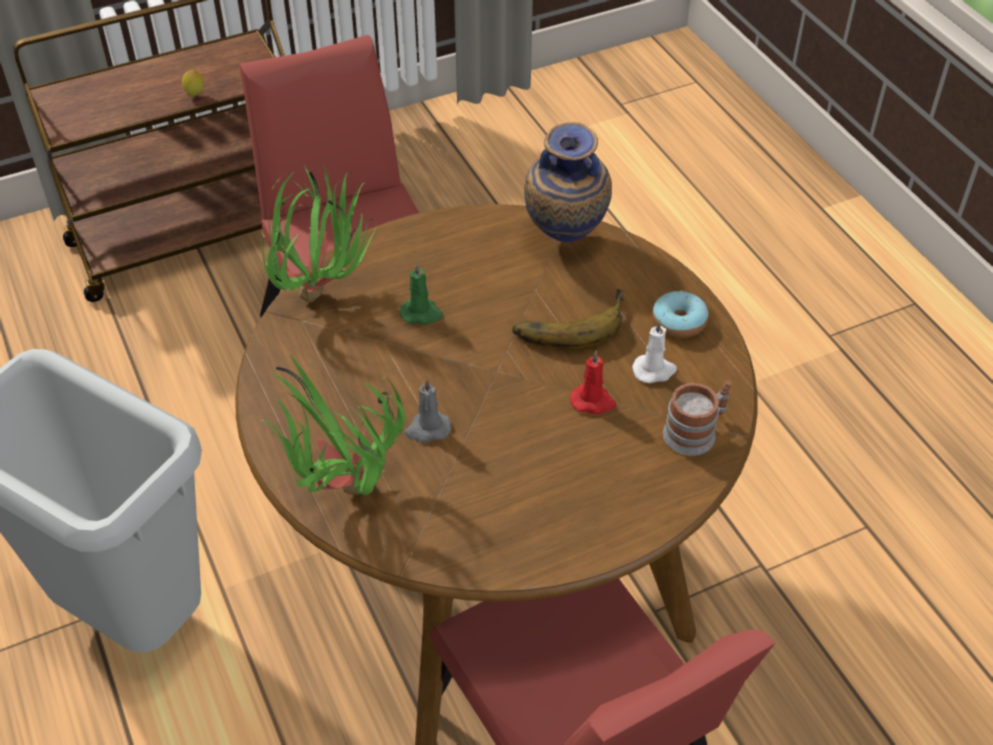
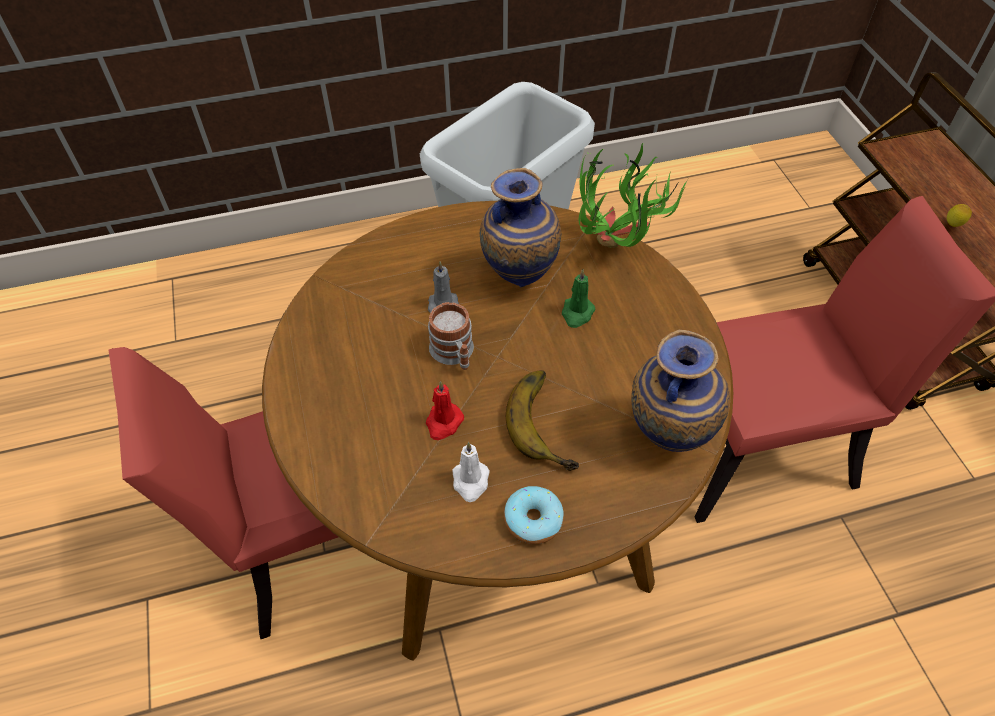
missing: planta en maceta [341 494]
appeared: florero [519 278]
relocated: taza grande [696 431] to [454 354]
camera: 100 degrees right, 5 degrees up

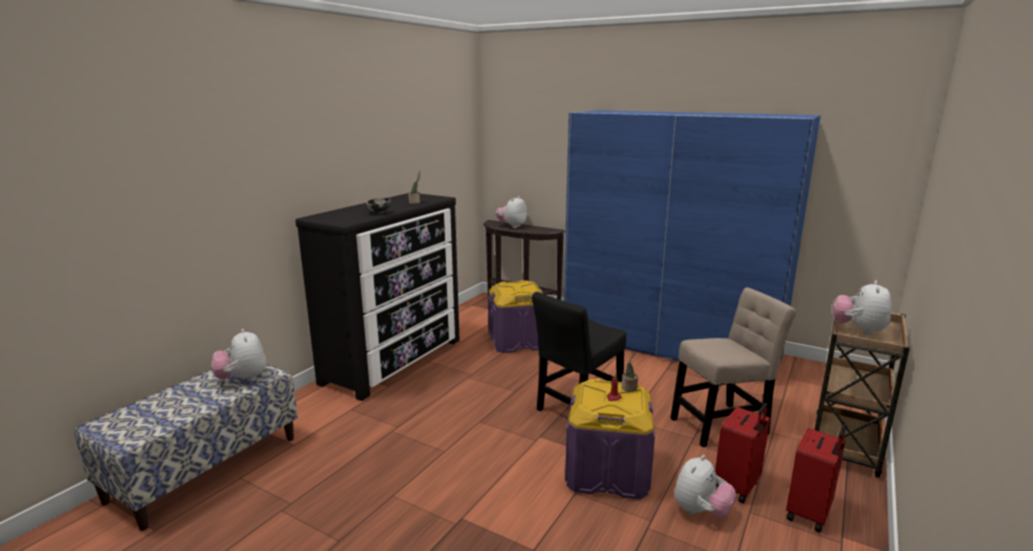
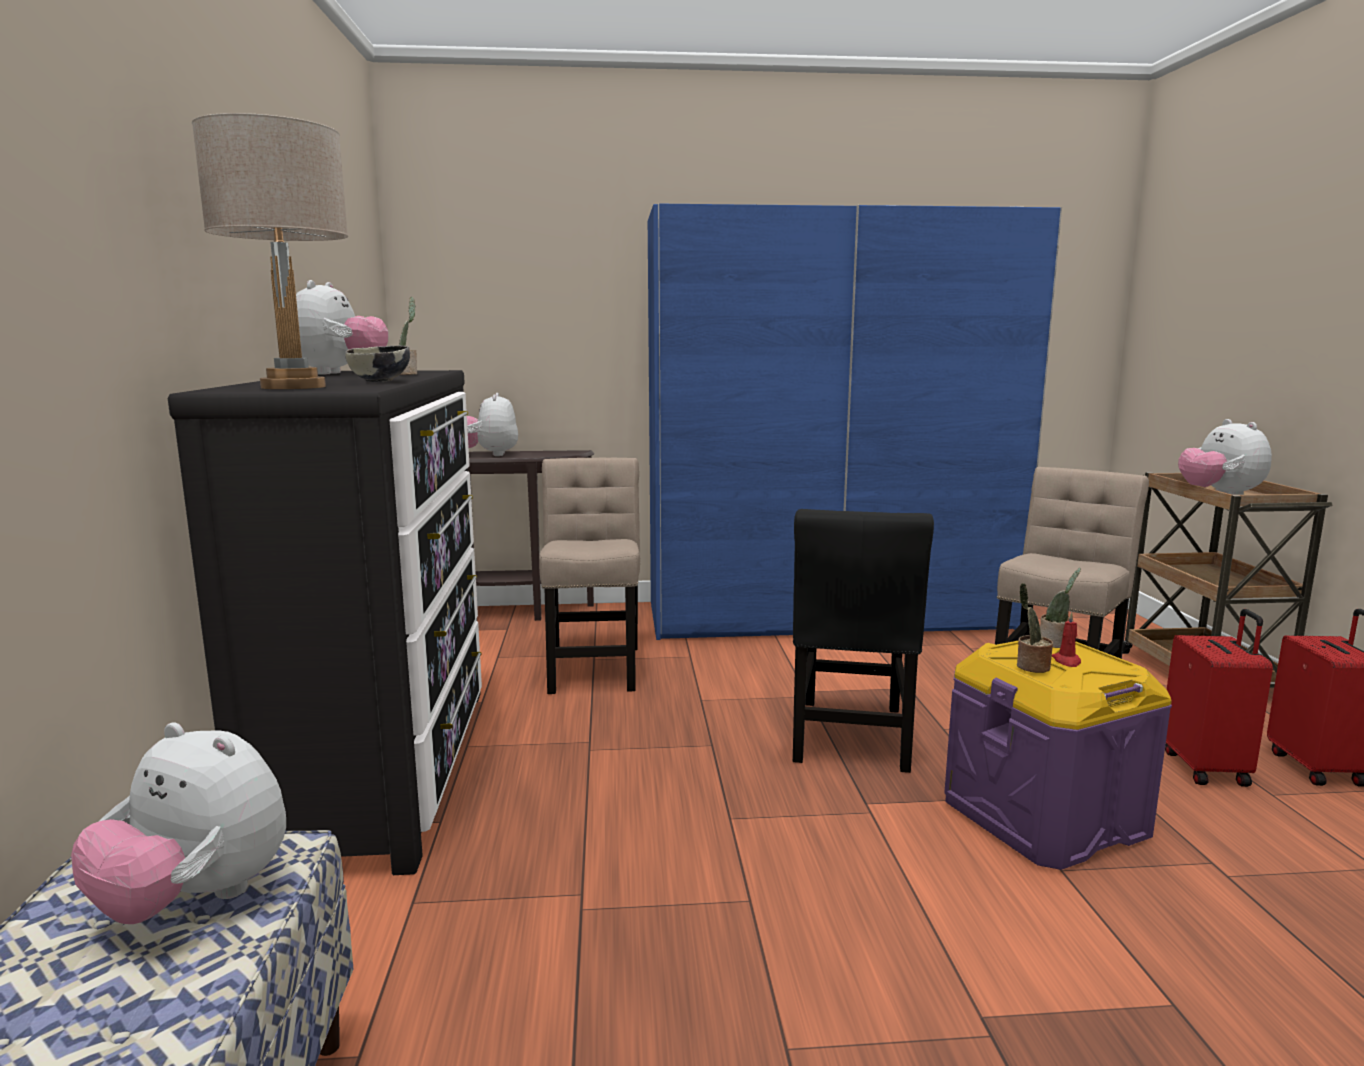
appeared: lámpara de mesa [beis] [293 387]; planta en maceta [1030 666]
relocated: peluche [700 511] to [340 373]
exchanged: caja de almacenaje [morado] [518 341] to silla [beis] [593 666]
camera: 35 degrees left, 5 degrees down

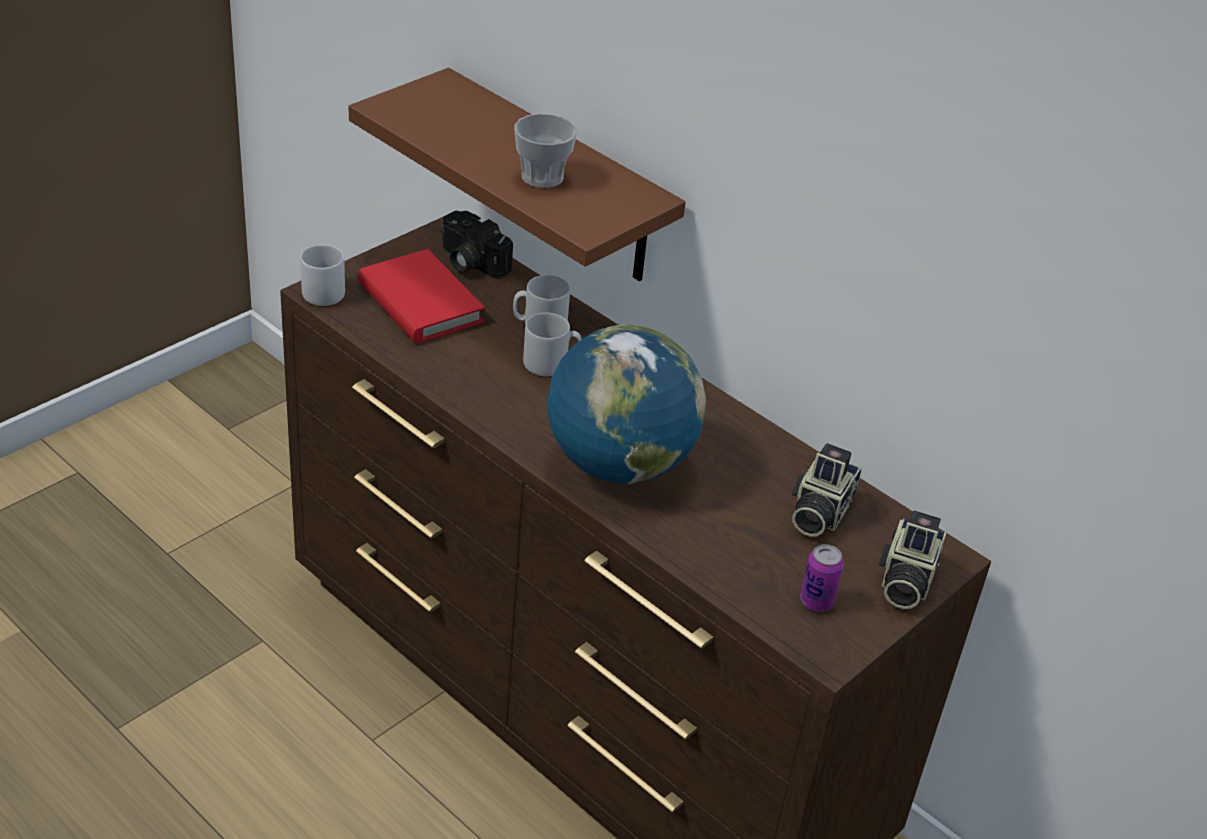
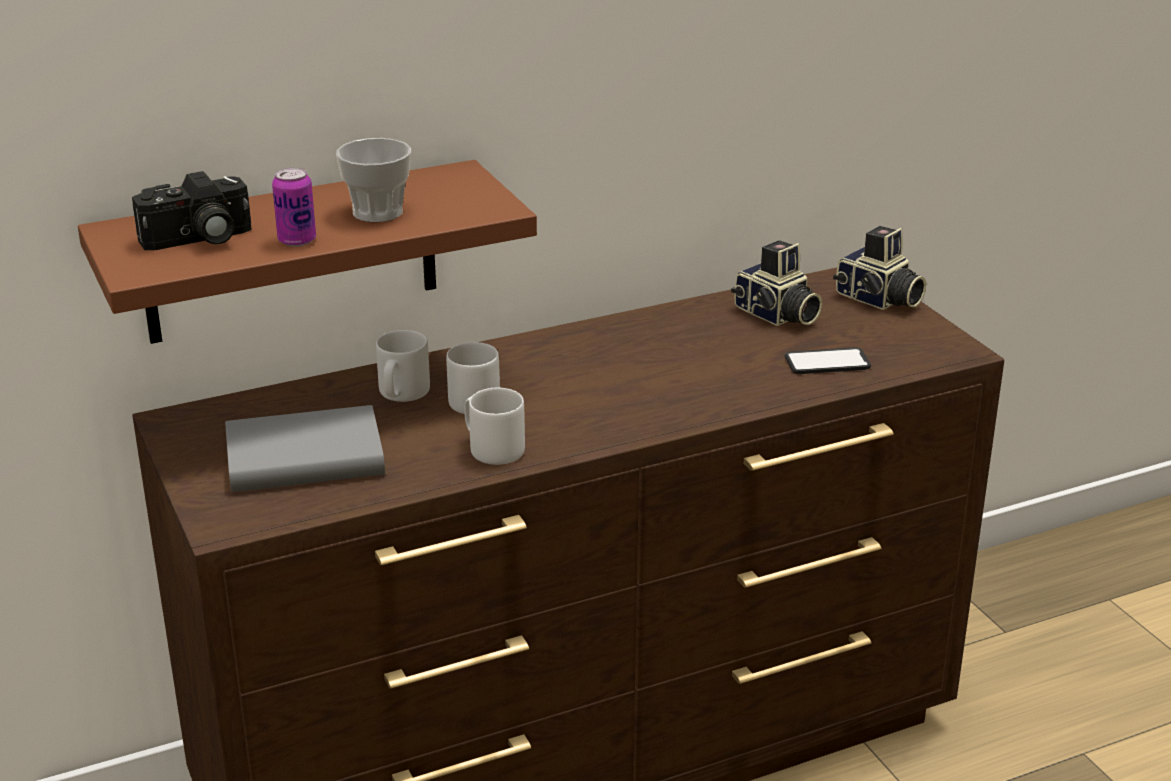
missing: globo terráqueo [619 464]
appeared: móvil [827 362]
relocated: taza grande [gris] [326 291] to [492 449]; cámara [469 262] to [198 240]; lata [816 601] to [297 240]
colour: libro [rojo] [420 303] to libro [gris] [305 459]
camera: 65 degrees left, 10 degrees down

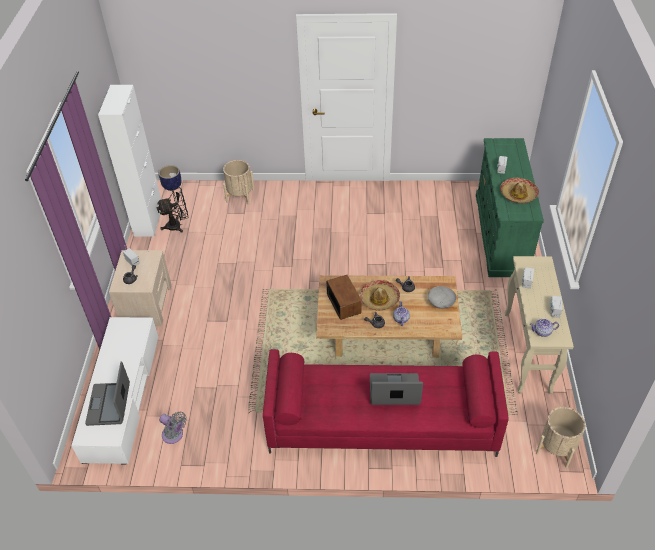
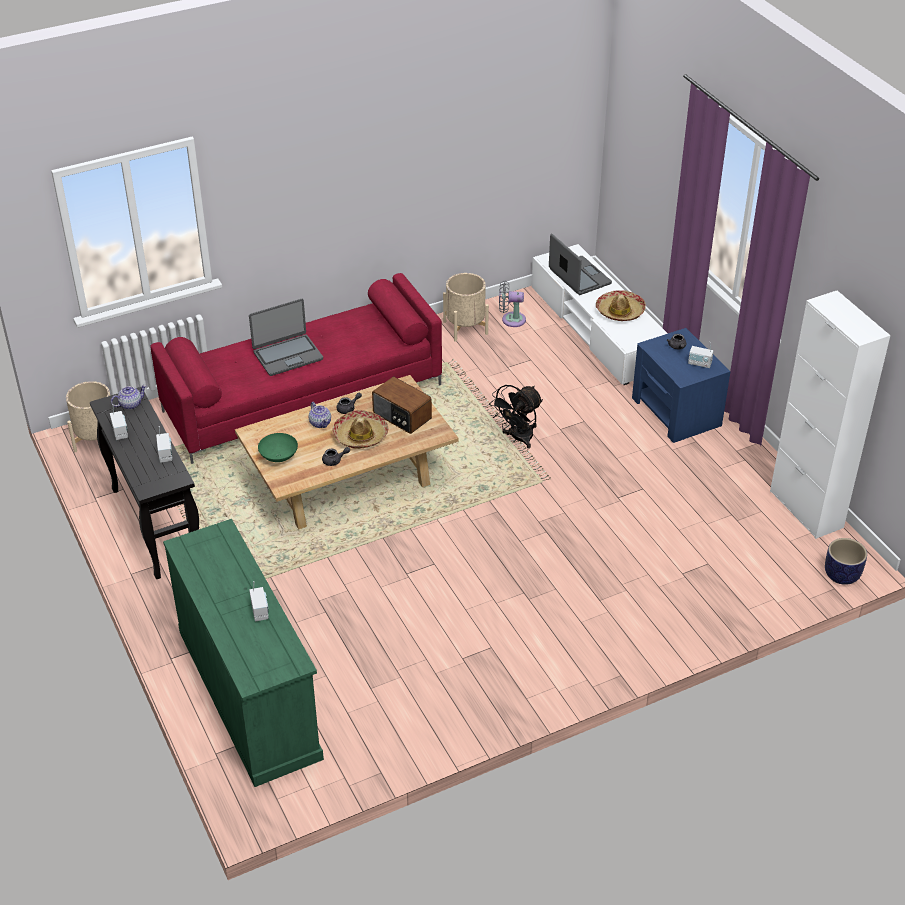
relocated: ventilador [negro] [177 225] to [518 438]; maceta [beis] [240 196] to [465 327]; sombrero [518 194] to [620 311]
colour: mesita de noche [beis] [146 304] to mesita de noche [azul] [676 412]; cuenco [gris] [441 303] to cuenco [verde] [279 457]; mesa consola [beis] [527 352] to mesa consola [negro] [155 525]
camera: 150 degrees right, 5 degrees down

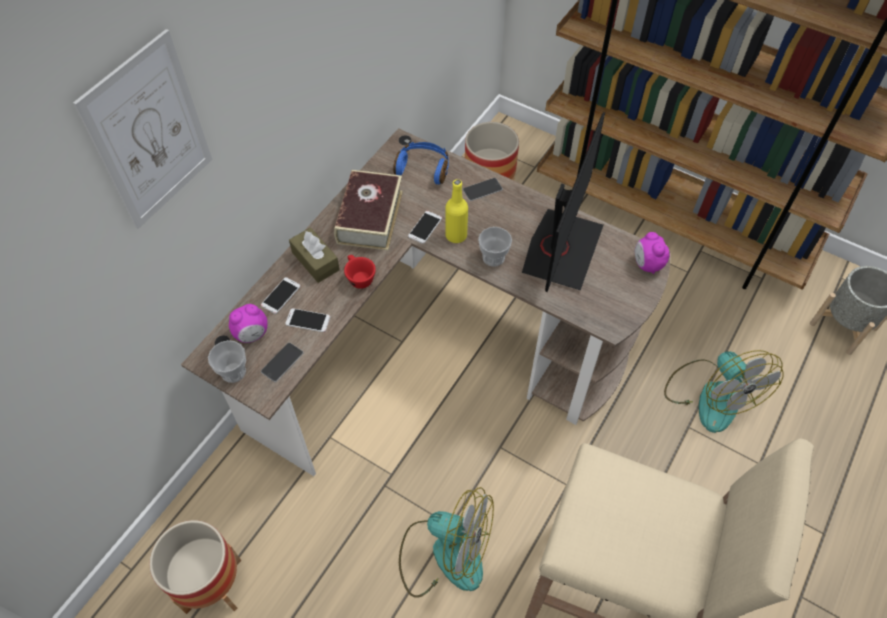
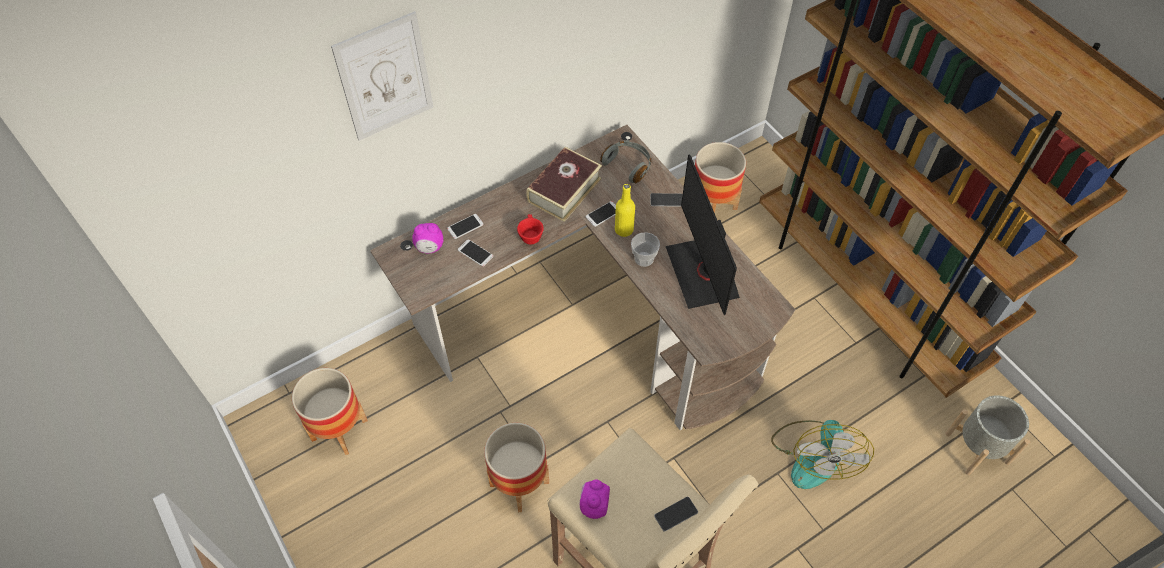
missing: taza [233 372]; caja de pañuelos [marrón] [315 261]
relocated: móvil [282 362] to [676 514]; despertador [647 264] to [594 506]
exchanged: ventilador [444 553] to maceta [520 483]
colour: auriculares [azul] [423 168] to auriculares [gris] [628 165]
spun: monitor [561 249] = [703 273] 120 degrees clockwise
camera: 25 degrees right, 0 degrees up

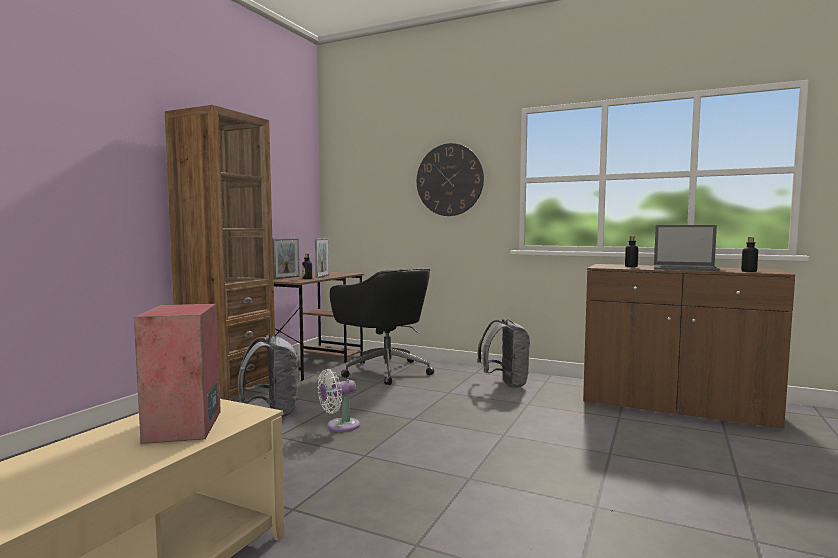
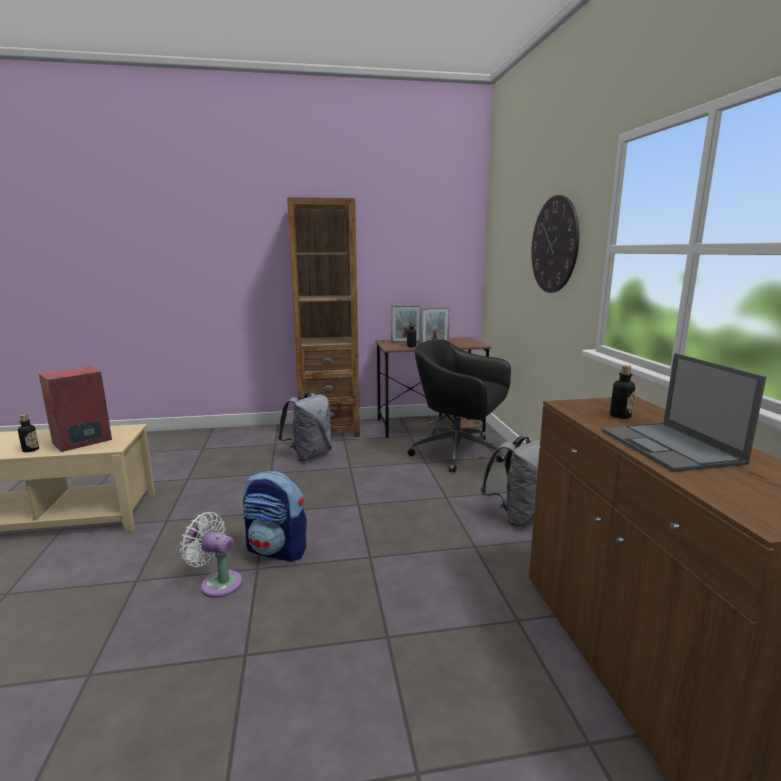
appeared: mochila [277 550]
relocated: ventilador [blanco] [339 426] to [218 583]; botella [749 271] to [30 450]
spun: silla de oficina [negro] [385 371] = [459 453] 105 degrees clockwise
camera: 55 degrees right, 10 degrees up

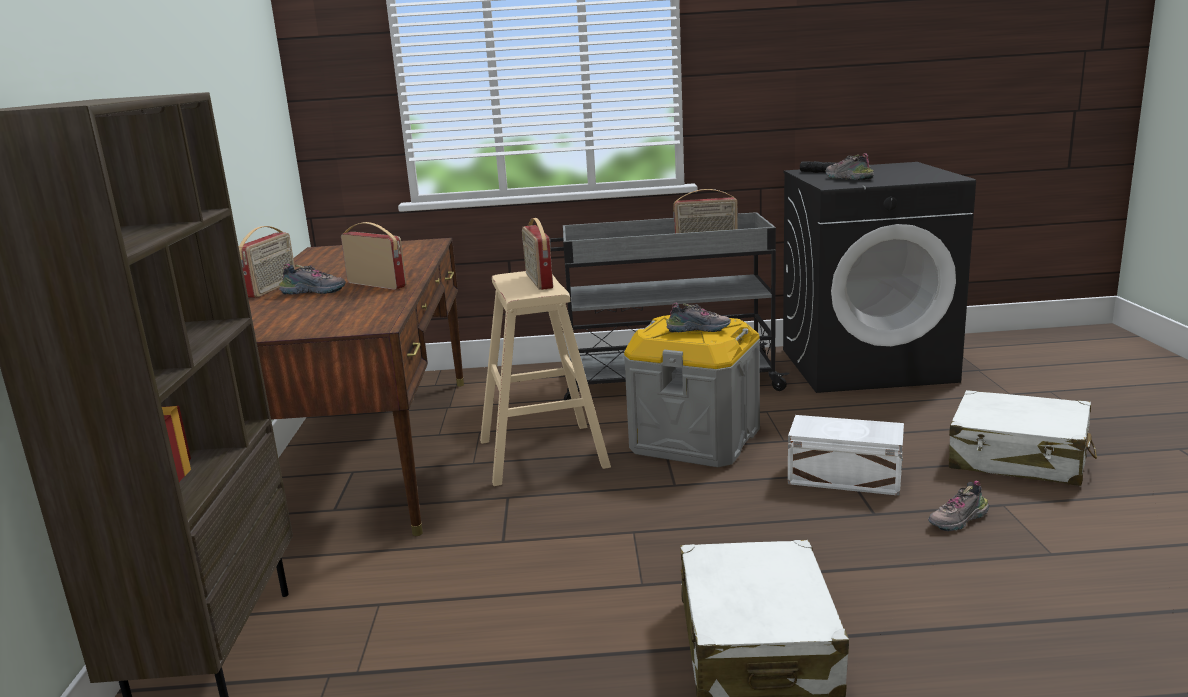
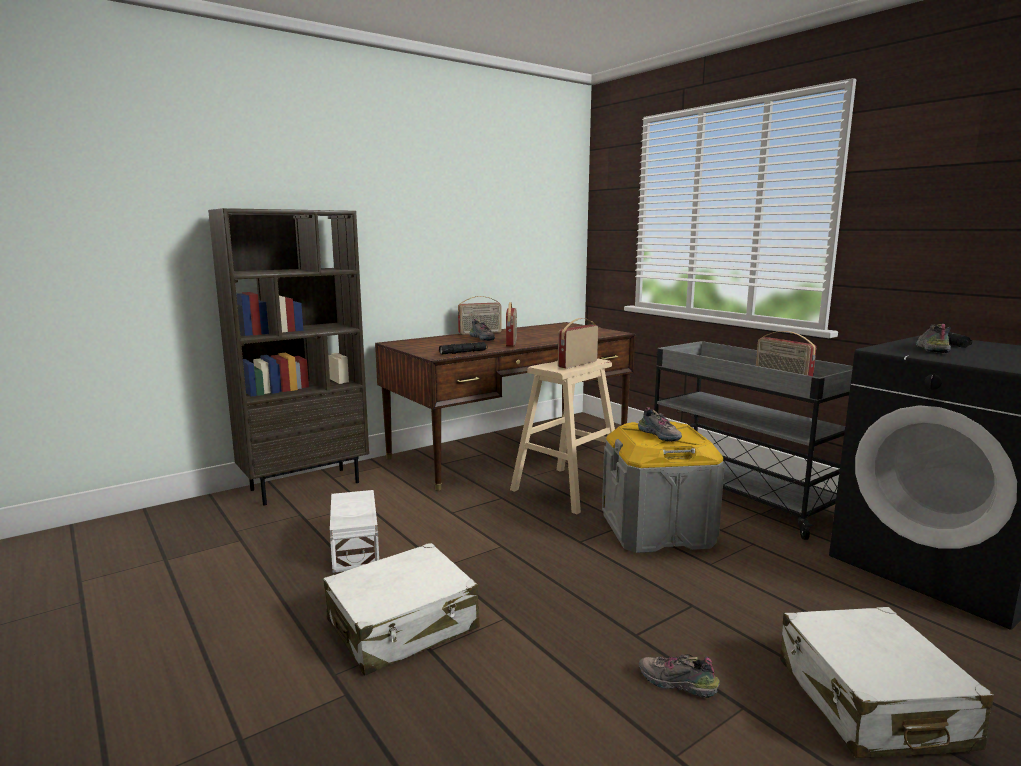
appeared: linterna [negro] [463 352]
relocated: caja de almacenaje [blanco] [846 478] to [354 549]
camera: 55 degrees right, 5 degrees down

